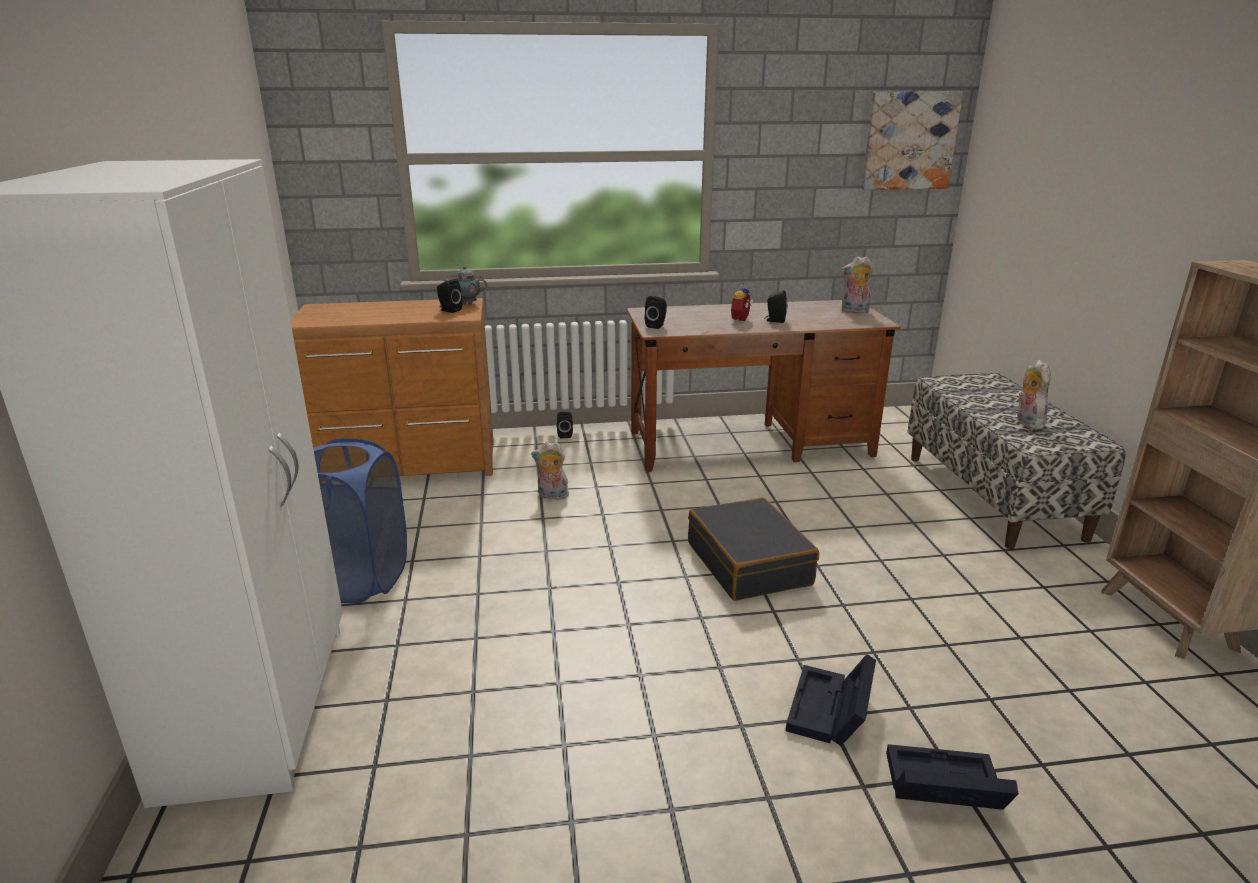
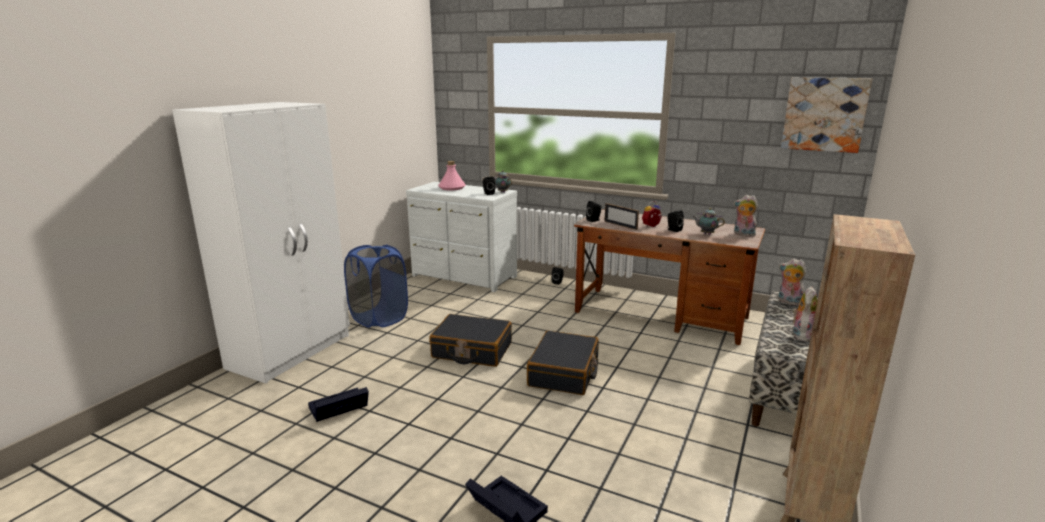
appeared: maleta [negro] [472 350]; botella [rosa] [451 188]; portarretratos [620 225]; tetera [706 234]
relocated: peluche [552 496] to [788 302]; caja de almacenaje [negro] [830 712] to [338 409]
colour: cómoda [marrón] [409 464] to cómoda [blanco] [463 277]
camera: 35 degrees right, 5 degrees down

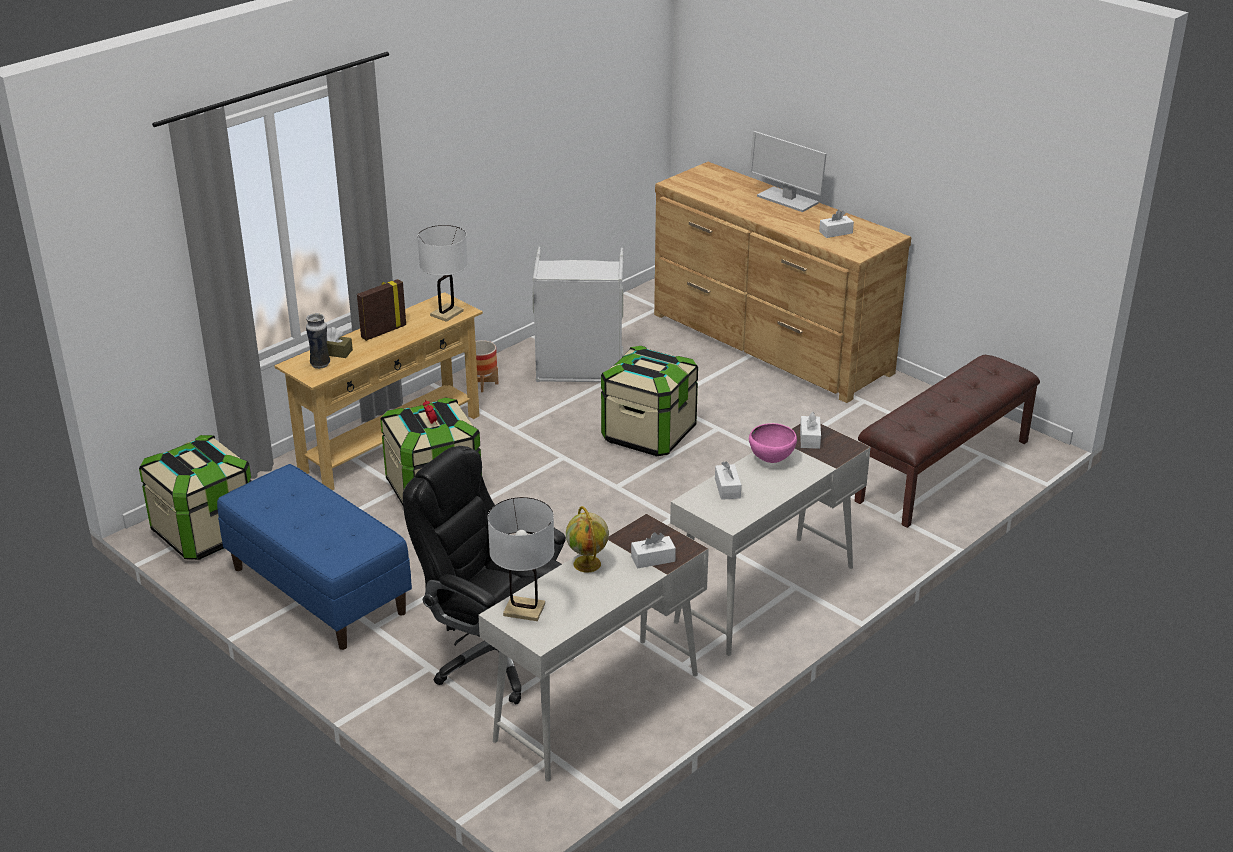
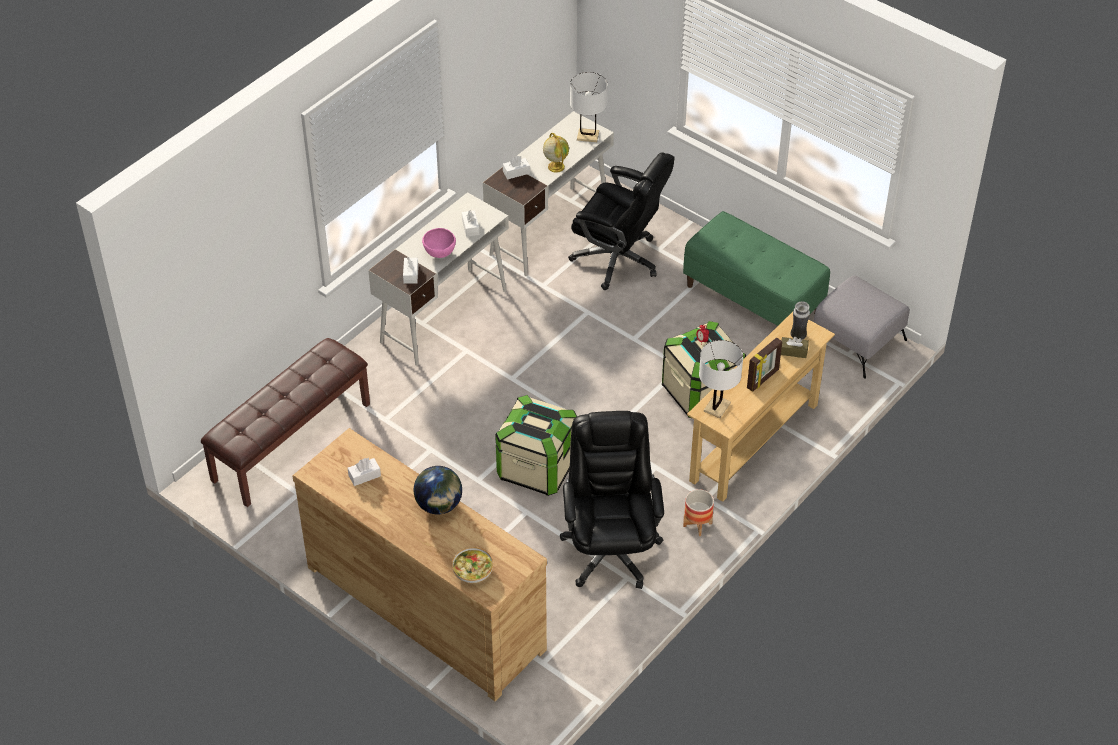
missing: monitor [786 200]
appeared: globo terráqueo [439 505]; cuenco [473 571]
exchanged: caja de almacenaje [205 533] to puf [gris] [857 342]; cesto de la ropa [gris] [579 371] to silla de oficina [negro] [610 550]
colour: banco [azul] [317 590] to banco [verde] [753 299]
camera: 175 degrees right, 15 degrees up

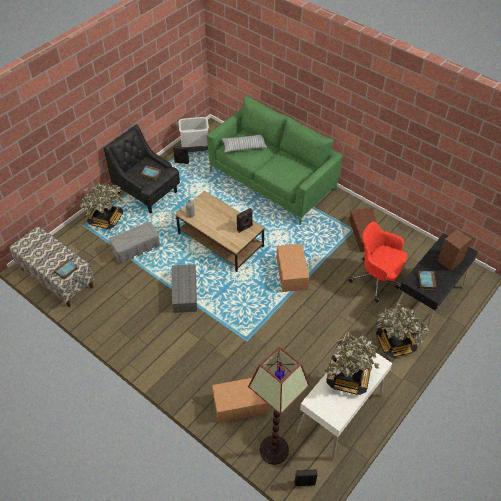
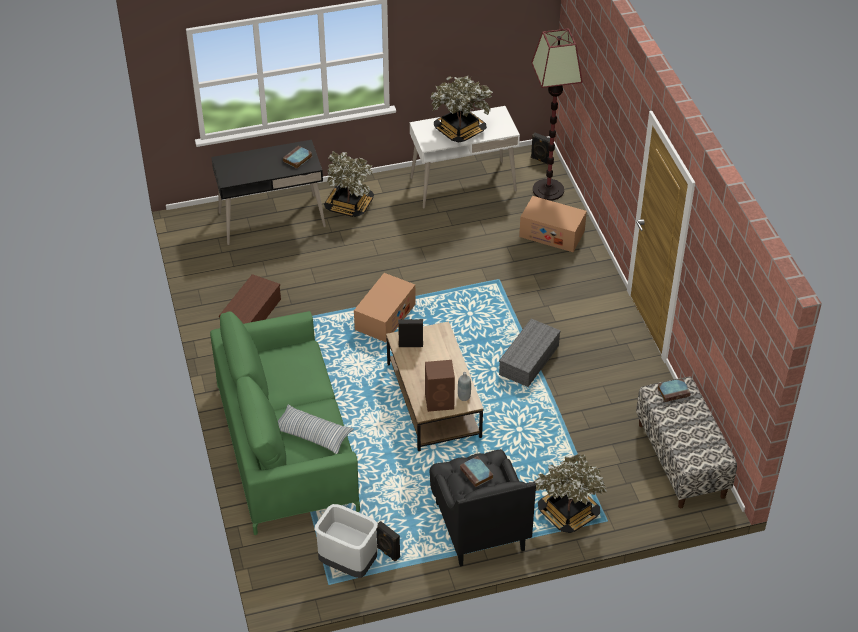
missing: caja de almacenaje [gris] [136 248]; silla de oficina [rojo] [377 279]
relocated: altavoz [marrón] [449 261] to [440 401]
camera: 145 degrees left, 5 degrees down

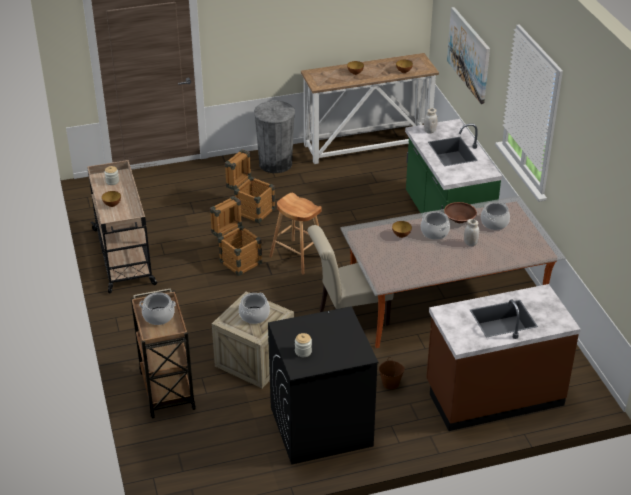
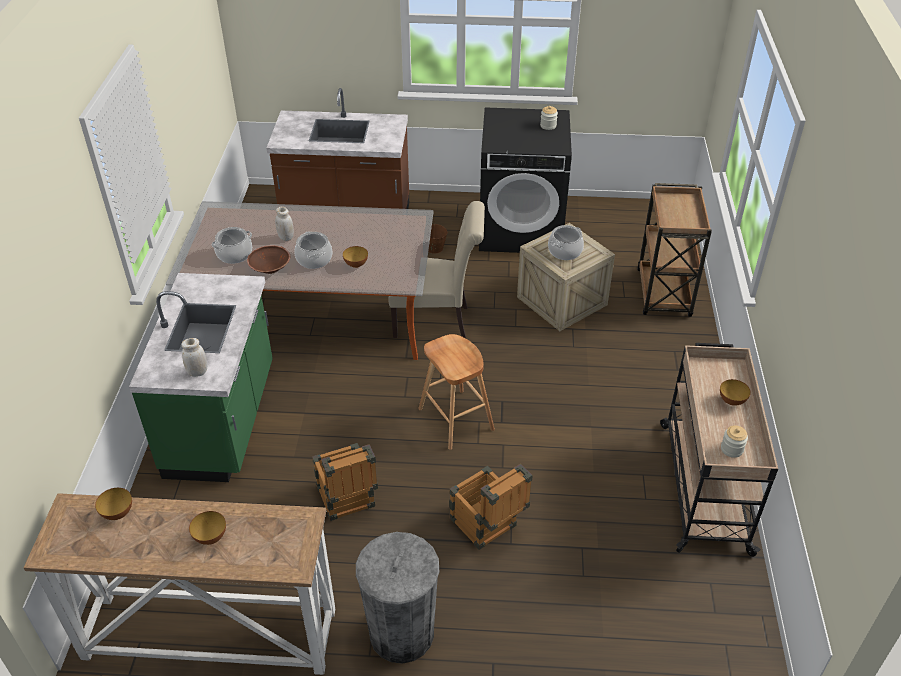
missing: olla [158 316]; cuadro [469 54]
relocated: caja de embalaje [237 260] to [347 502]
camera: 160 degrees left, 5 degrees up

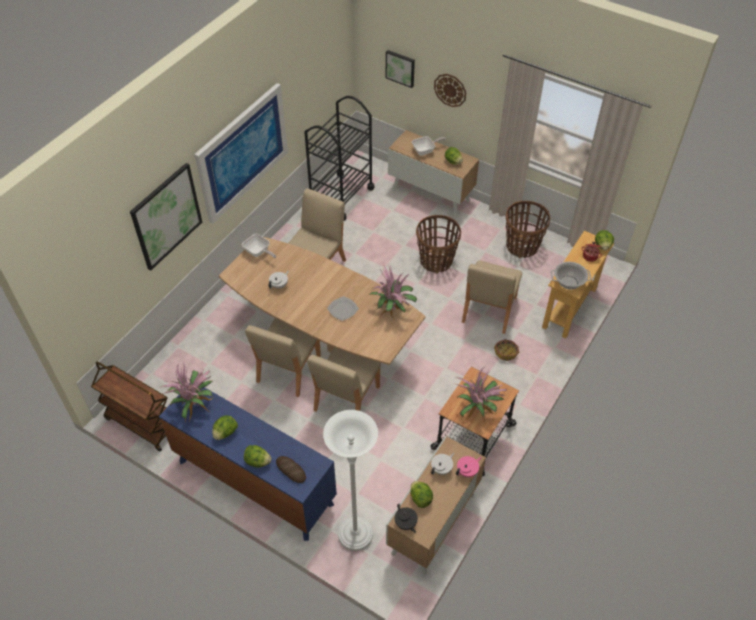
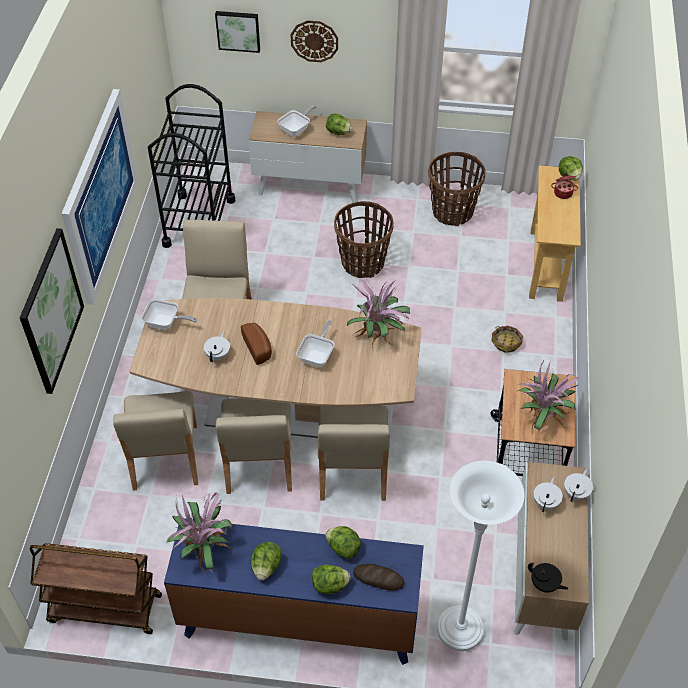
missing: olla [569 282]
appeared: pan [258 348]
relocated: lechuga [420 498] to [343 548]; silla [beis] [488 310] to [165 458]
exchanged: plato [343 309] to sartén [317 355]
colour: tetera [rosa] [467 471] to tetera [blanco] [576 493]
camera: 25 degrees left, 0 degrees up

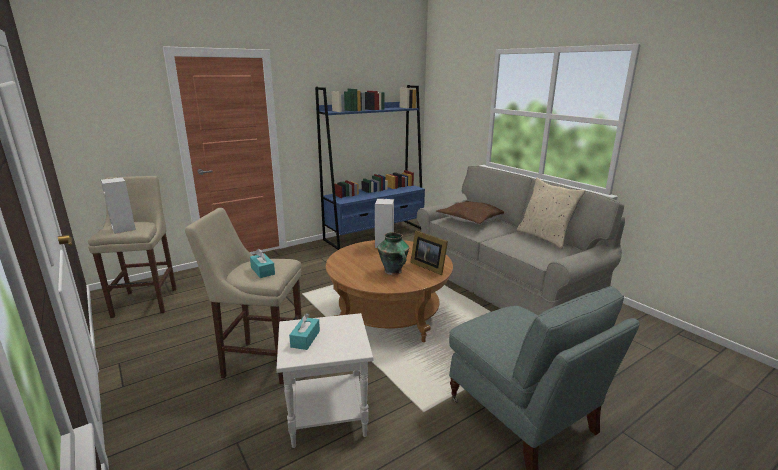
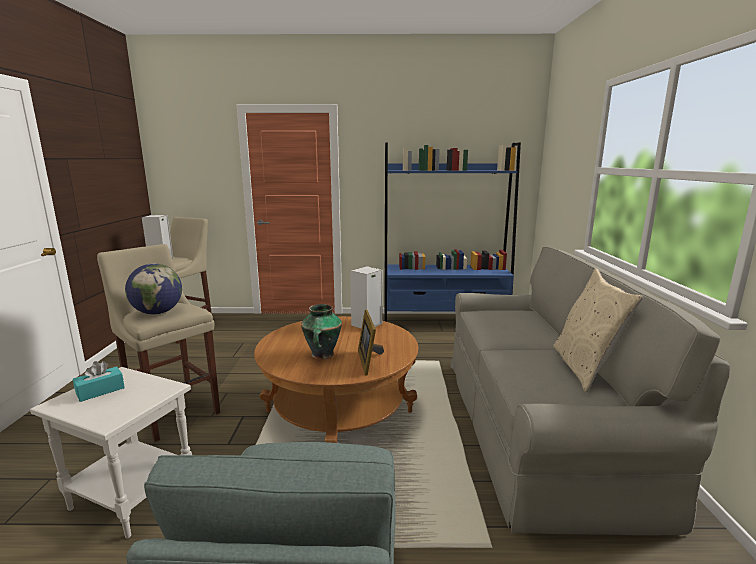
missing: cojín [marrón] [472 219]
exchanged: caja de pañuelos [turquesa] [262 271] to globo terráqueo [157 312]
camera: 35 degrees right, 5 degrees down

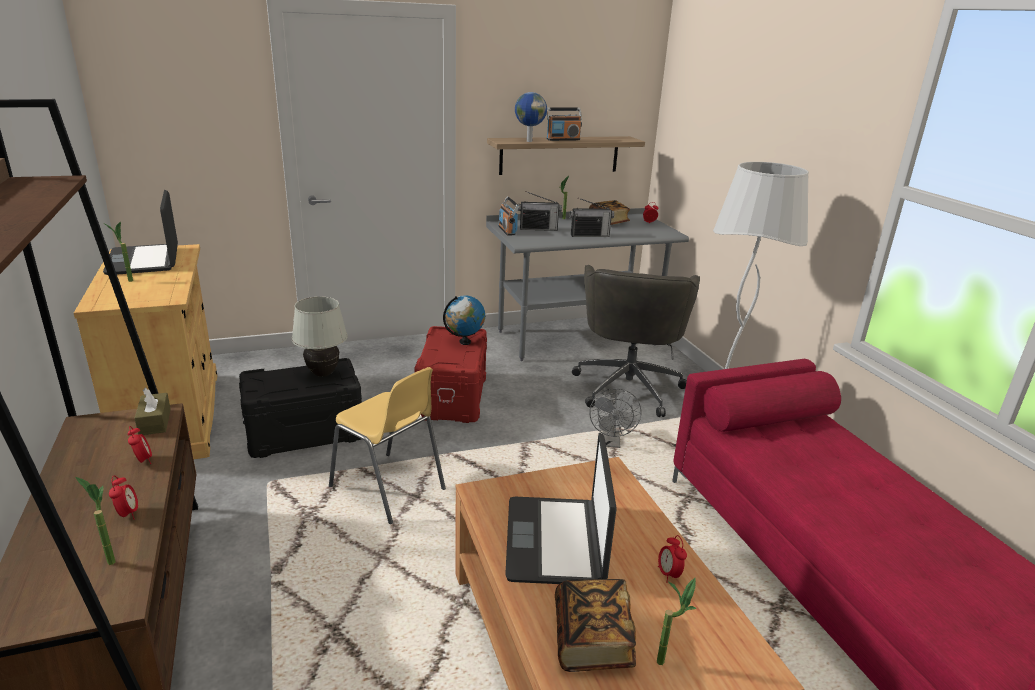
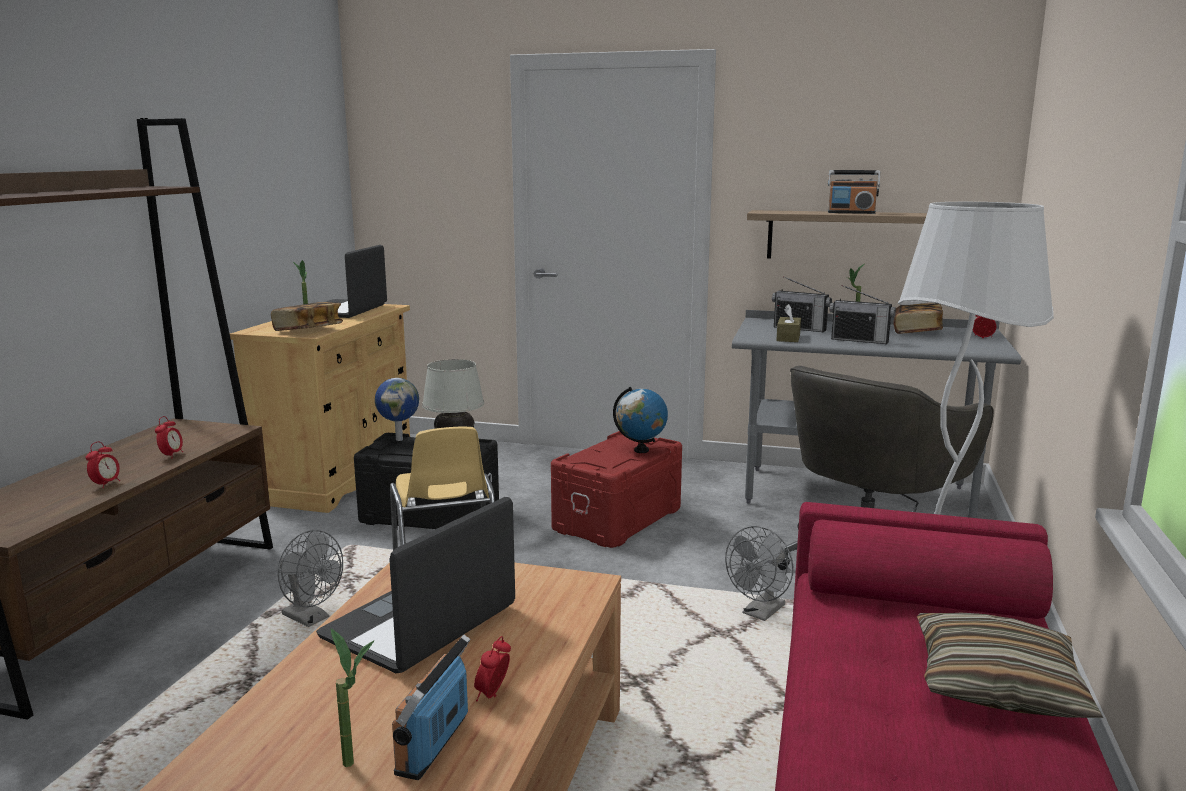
missing: planta en maceta [108 558]
appeared: ventilador [gris] [311 619]; cojín [997 684]
relocated: caja de pañuelos [marrón] [155 422] to [788 337]; radio [507 230] to [433 744]; globo terráqueo [529 141] to [399 439]; libro [592 640] to [308 330]
camera: 35 degrees right, 10 degrees down

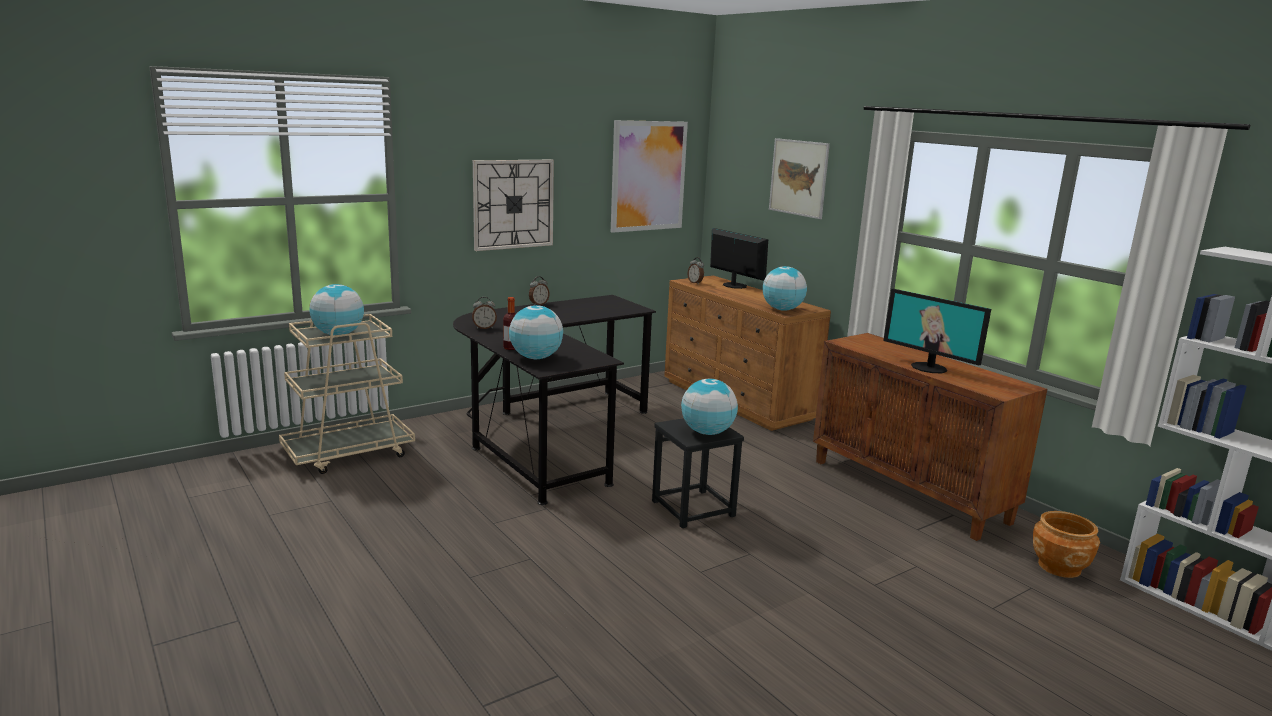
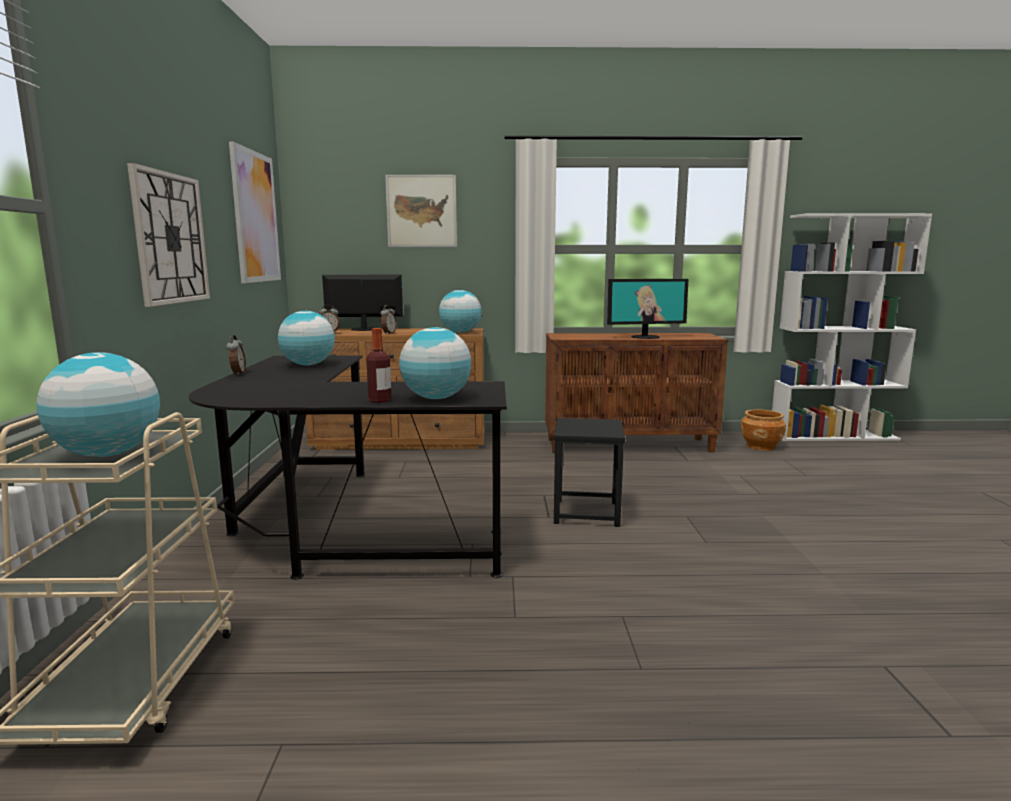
relocated: despertador [484 328] to [388 333]; globo terráqueo [707 432] to [308 365]
camera: 55 degrees left, 5 degrees down

